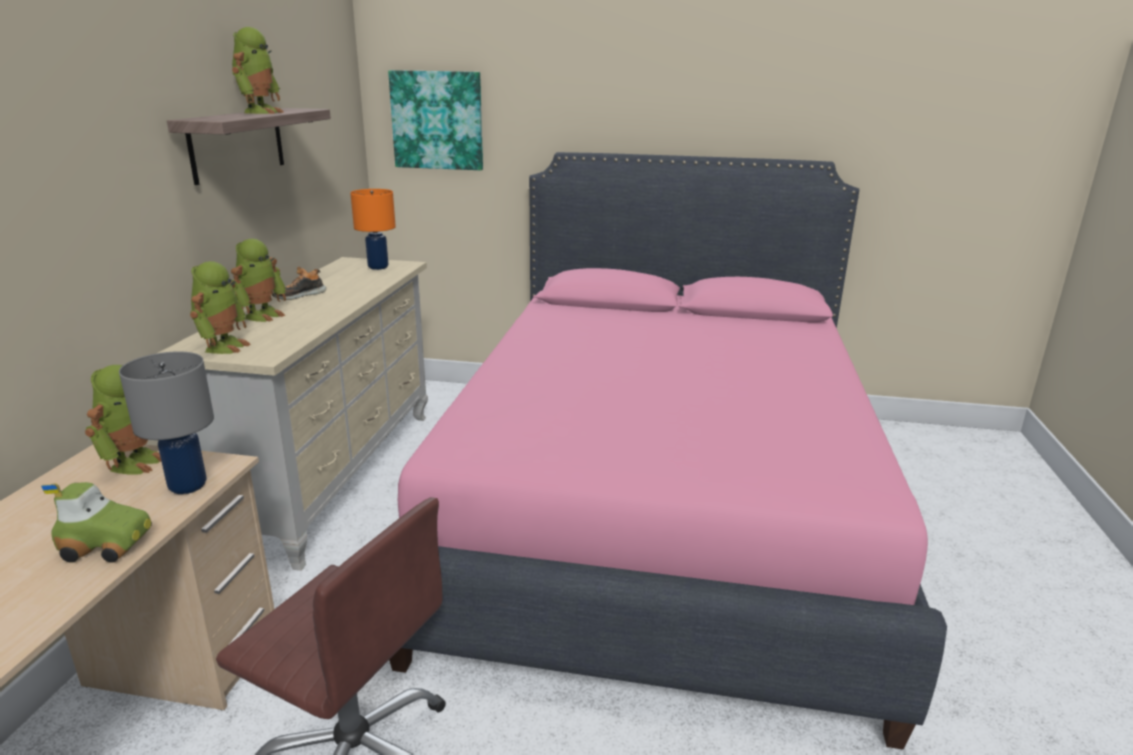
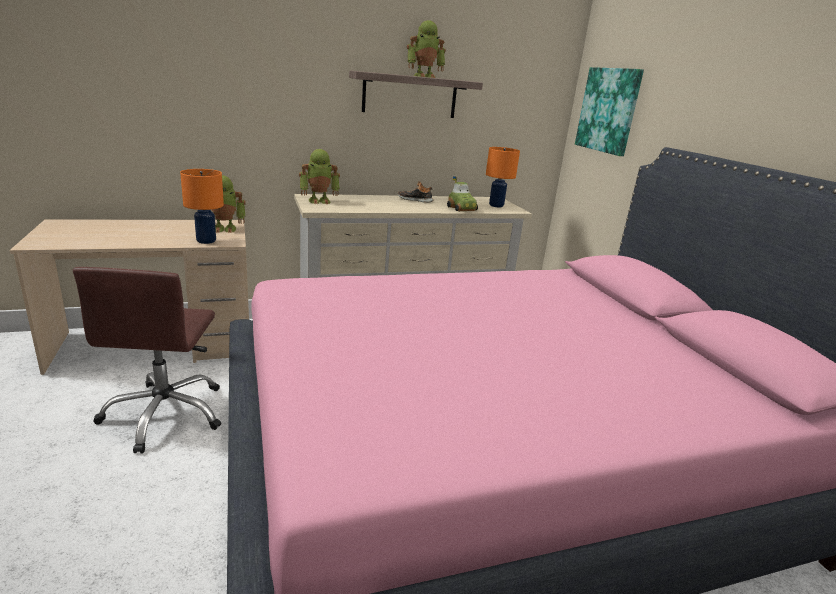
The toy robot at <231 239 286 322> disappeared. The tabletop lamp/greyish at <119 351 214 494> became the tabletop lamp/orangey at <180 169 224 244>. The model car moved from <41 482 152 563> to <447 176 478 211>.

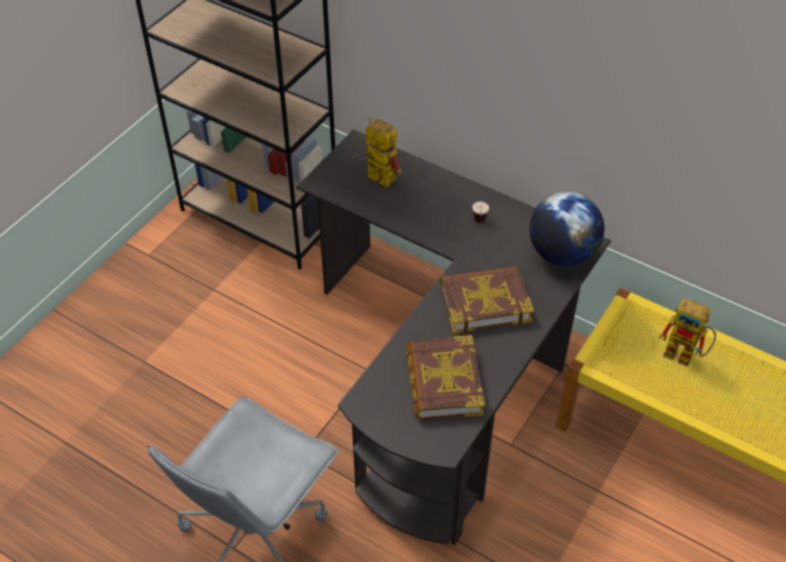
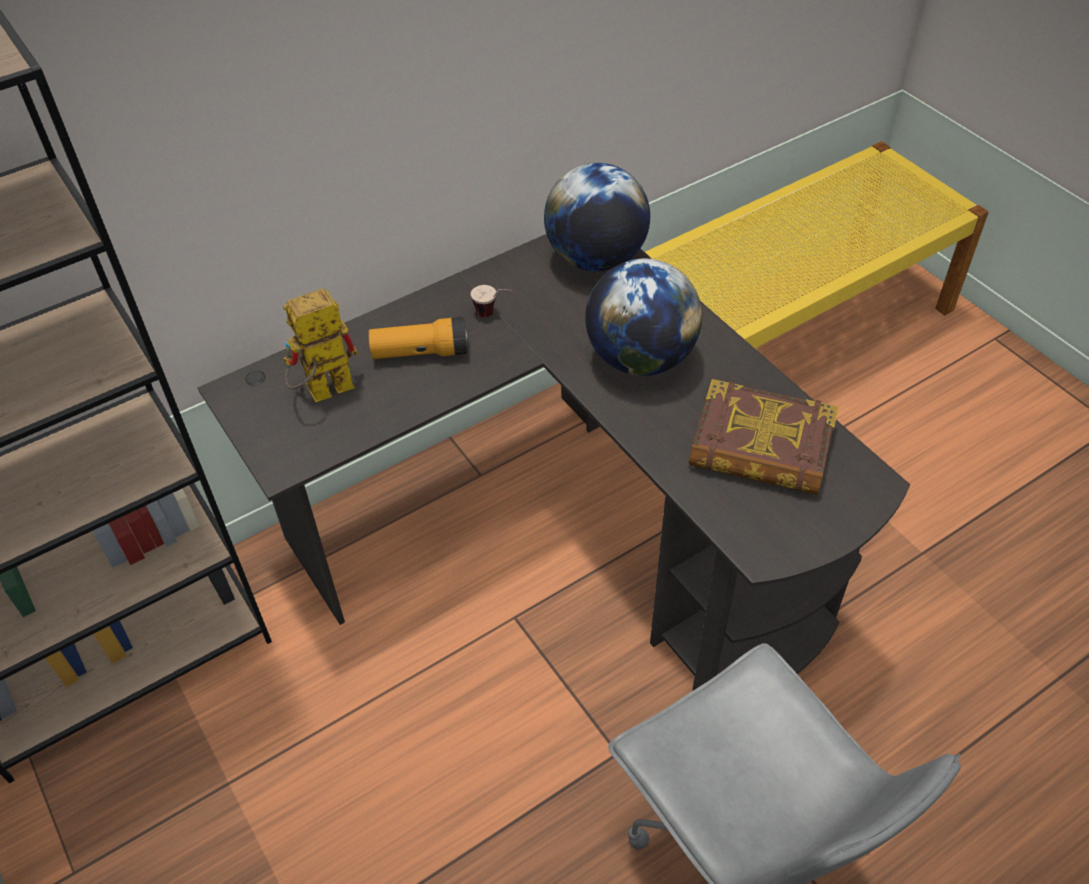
The volume at <440 266 534 334> was replaced by the globe at <585 259 702 376>. The toy robot at <659 298 716 367> disappeared. The flashlight at <369 317 468 359> appeared.

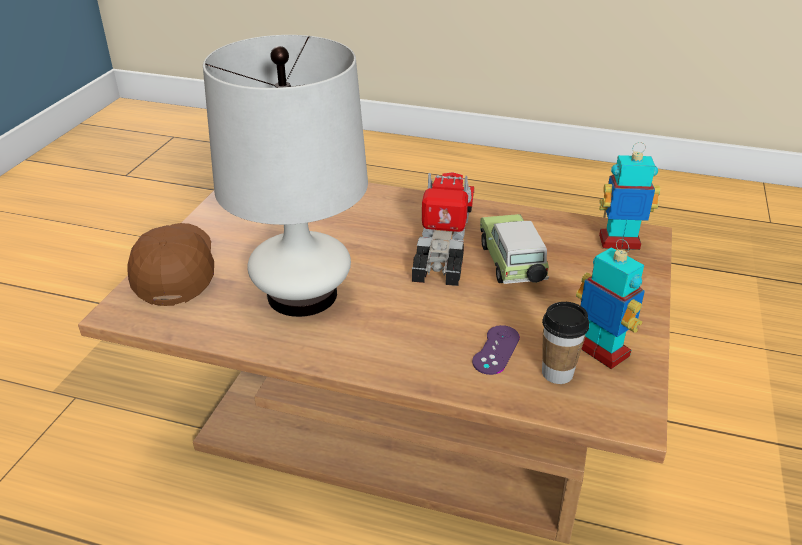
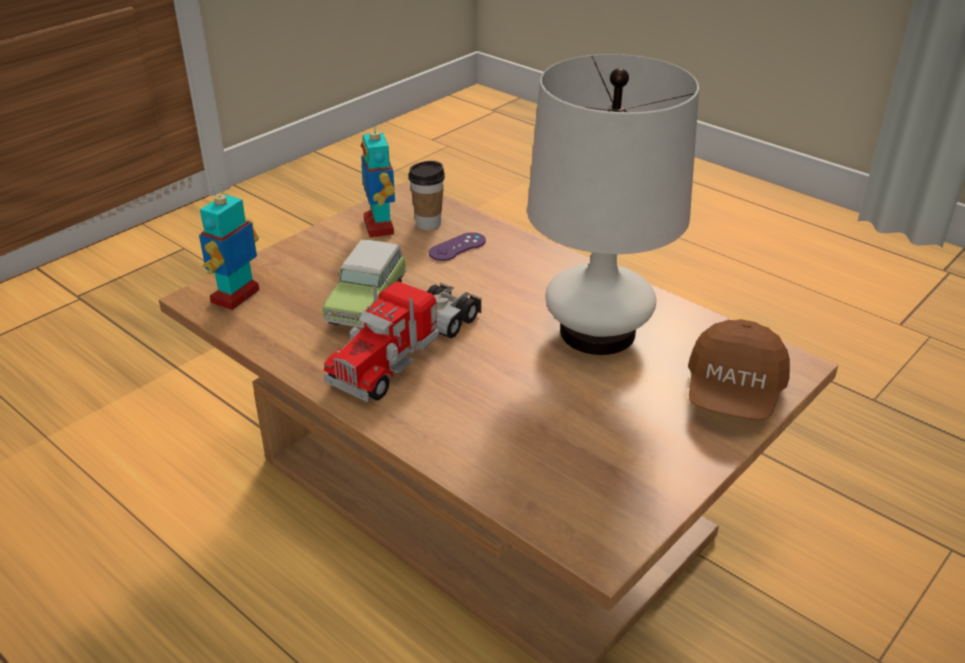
The toy robot at <599 142 660 250> turned 90 degrees clockwise.

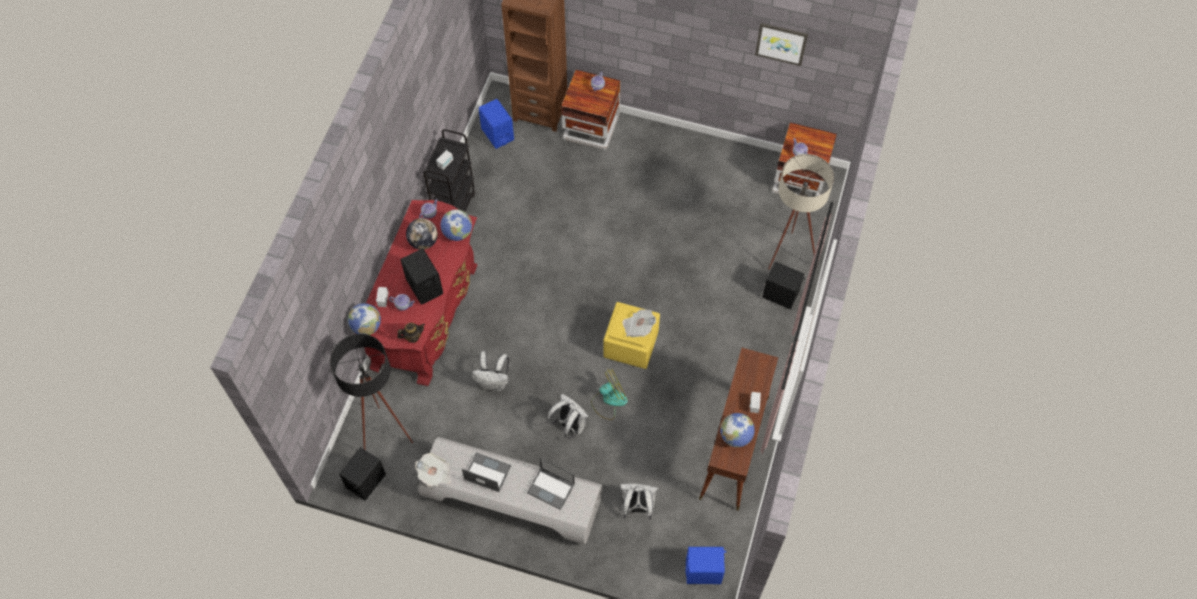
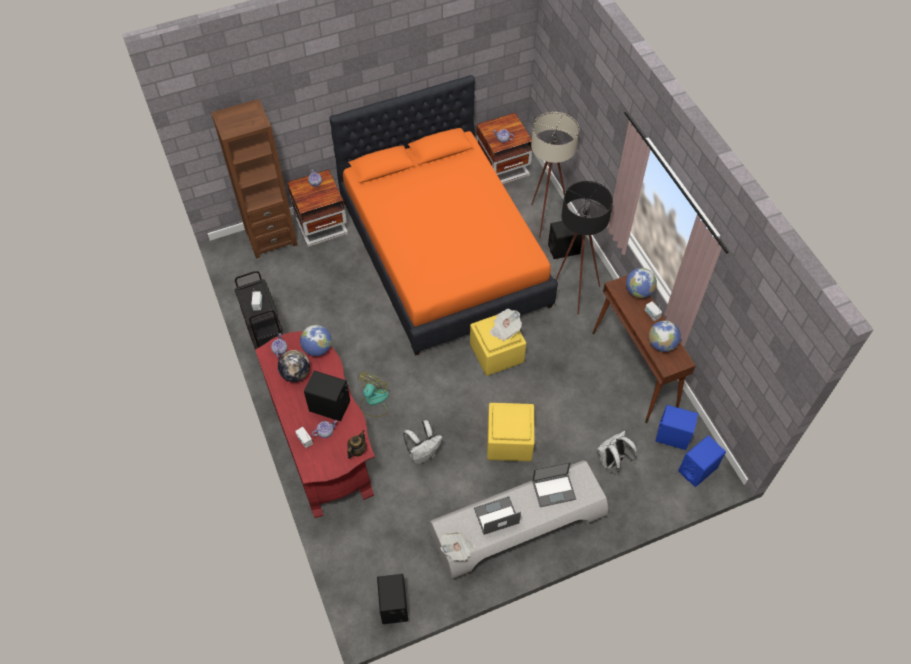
The wall picture at <755 23 808 66> disappeared. The audio speaker/bluish moved from <479 99 514 149> to <655 405 698 450>. The globe moved from <348 303 381 335> to <626 268 657 298>. The floor lamp/black-coloured moved from <330 334 413 450> to <556 181 613 315>. The fan moved from <591 369 628 420> to <358 372 389 417>. The knapsack/whitish at <547 394 590 439> was replaced by the ottoman/yellow-coloured at <487 403 534 461>. The sleeping bed/orangey at <330 75 558 356> appeared.

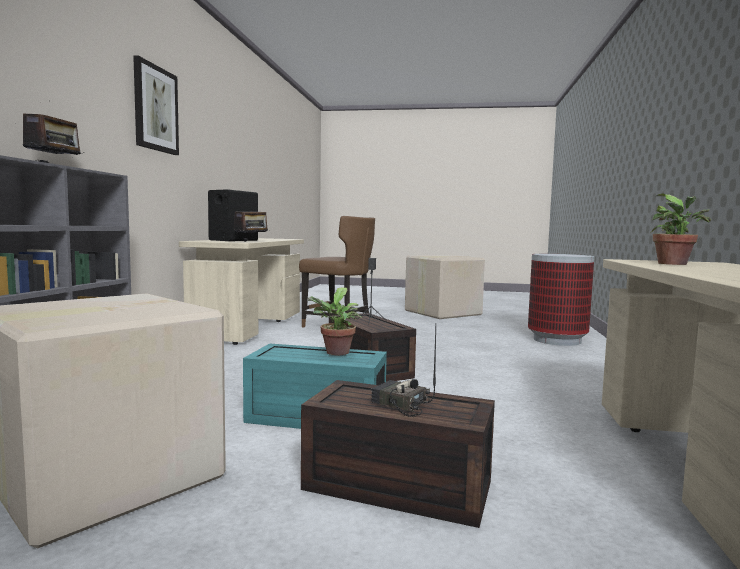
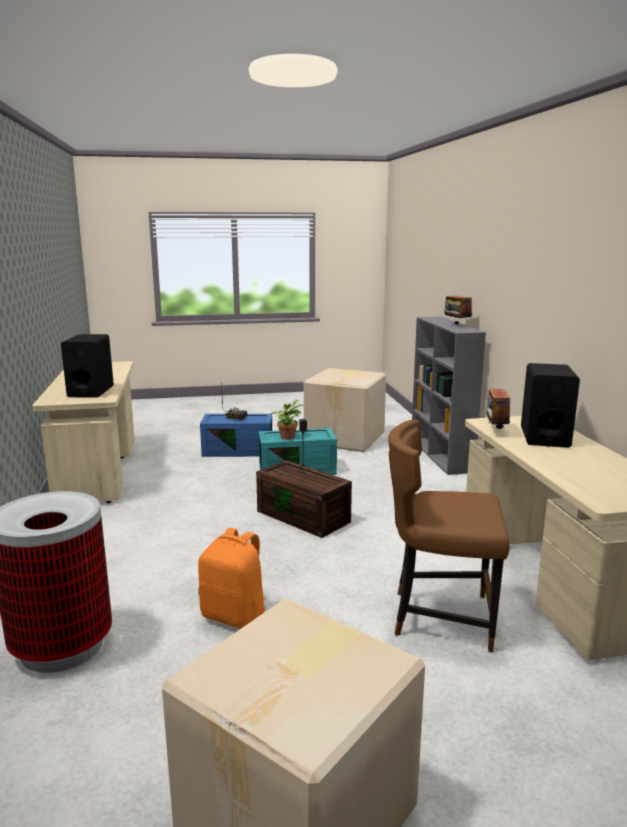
The wall picture at <133 55 179 155> disappeared. The potted plant at <650 194 711 265> was replaced by the audio speaker/black-coloured at <61 334 114 398>. The storage container/brownish at <301 380 495 528> became the storage container/bluish at <200 414 272 457>. The knapsack/orangey at <198 528 266 629> appeared.

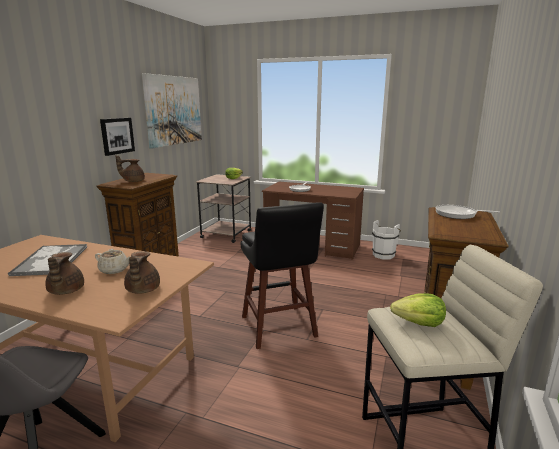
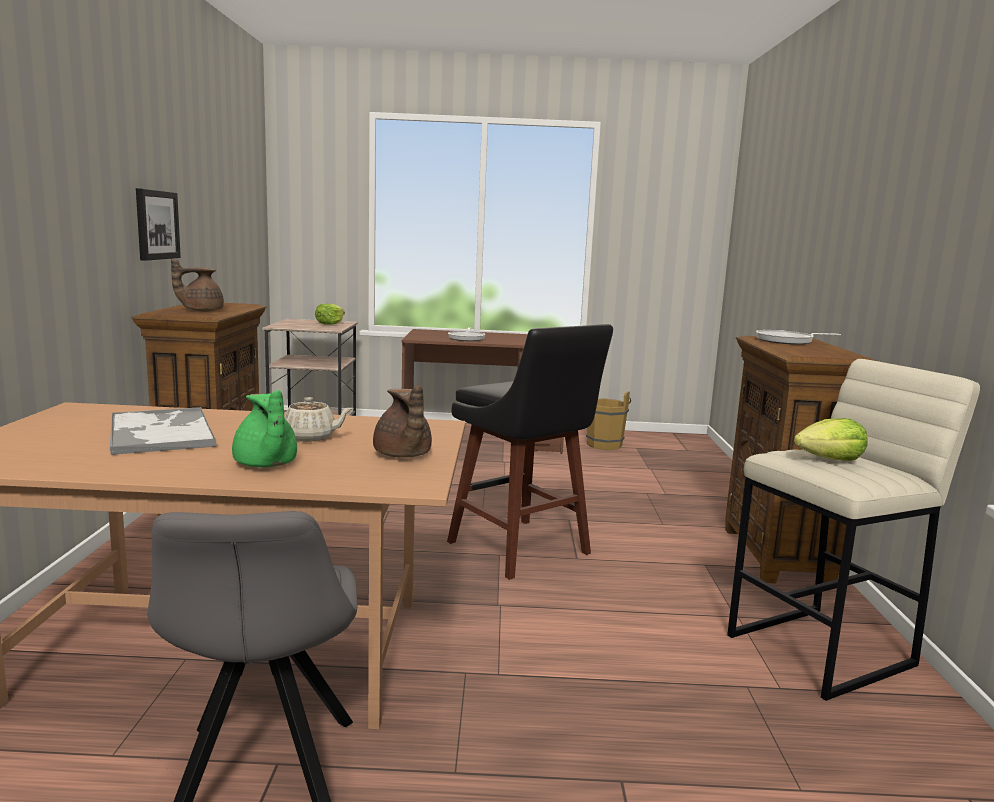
The wall picture at <142 73 202 148> disappeared. The water bucket/whitish at <372 220 401 260> became the water bucket/brownish at <586 391 631 450>. The pot for tea/brownish at <45 252 84 295> became the pot for tea/green at <232 390 297 467>.

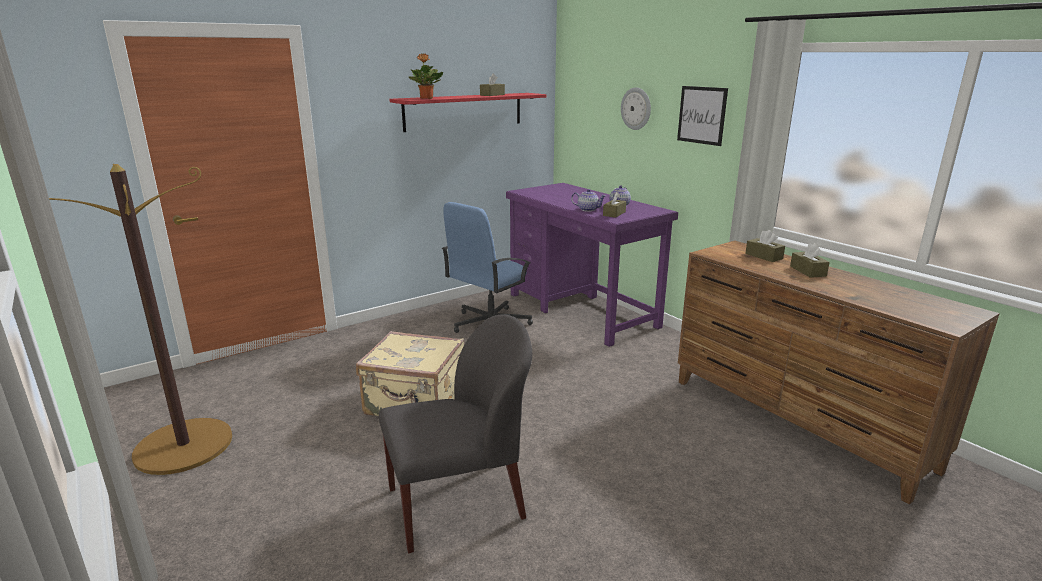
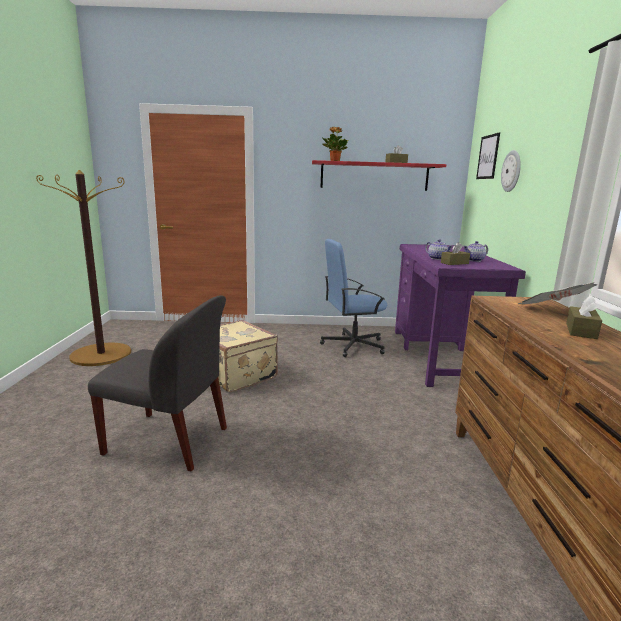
The wall picture moved from <677 86 728 146> to <476 132 500 179>. The tissue box/brownish at <745 230 785 262> was replaced by the daily paper at <518 282 597 304>.

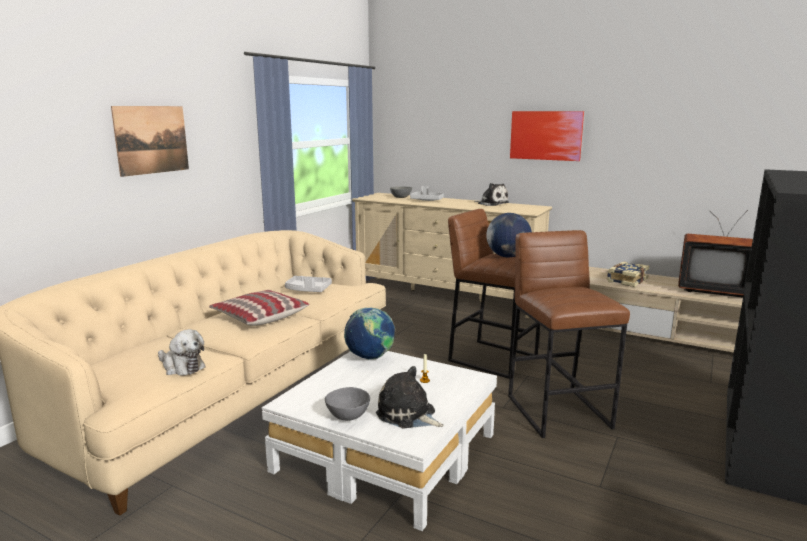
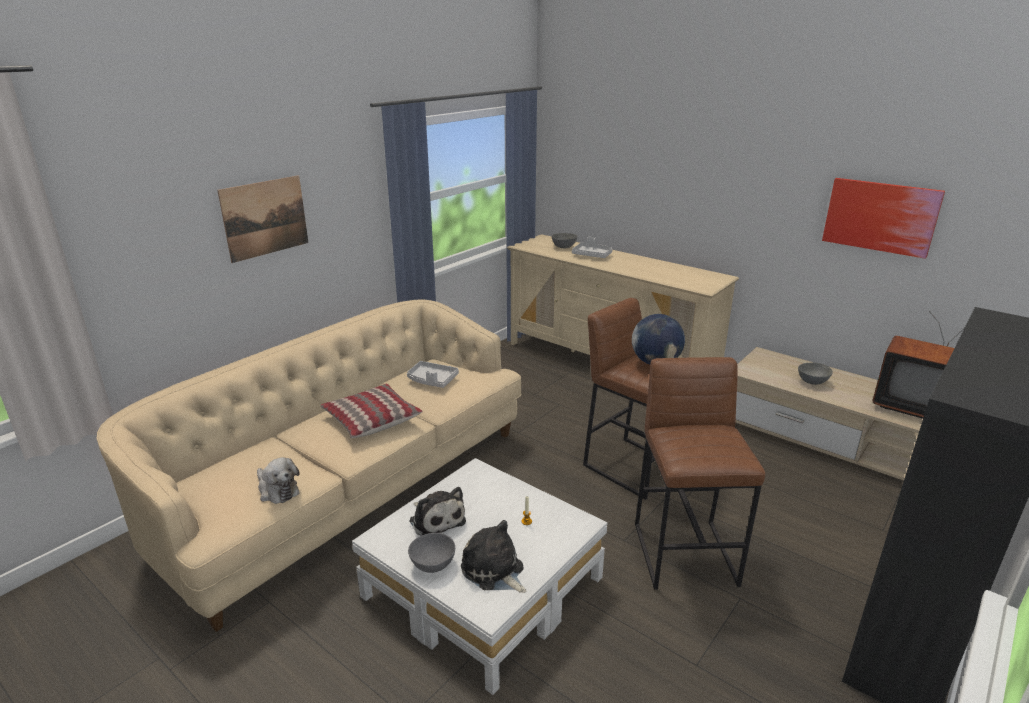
The wall picture moved from <510 111 584 161> to <822 178 945 259>. The plush toy moved from <475 183 509 206> to <409 487 466 536>. The volume at <607 262 649 287> was replaced by the bowl/greyish at <798 363 833 385>. The globe at <344 307 395 360> disappeared.

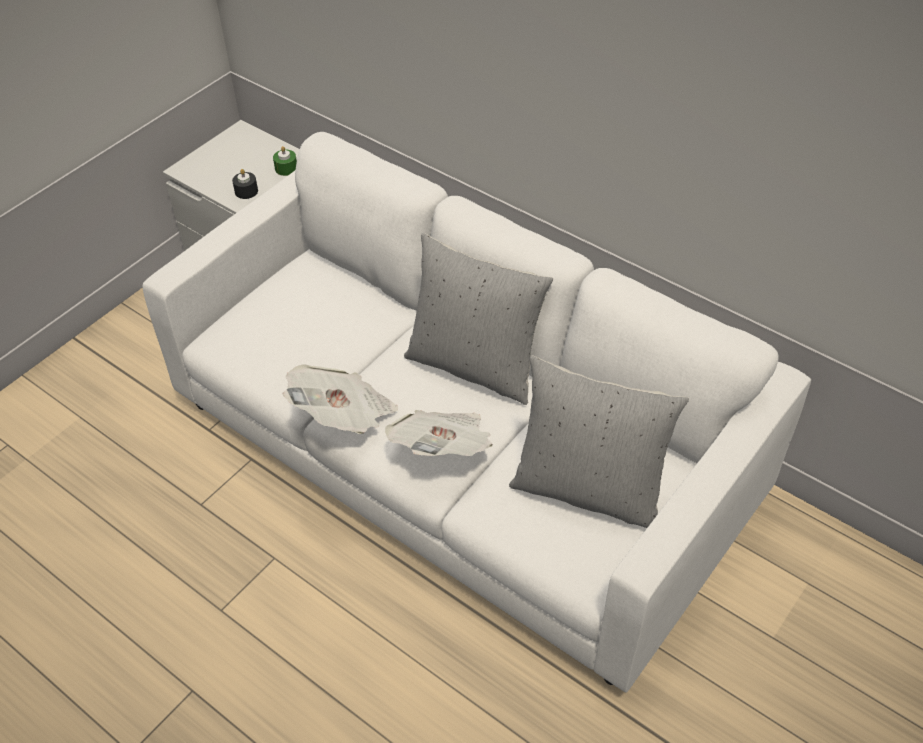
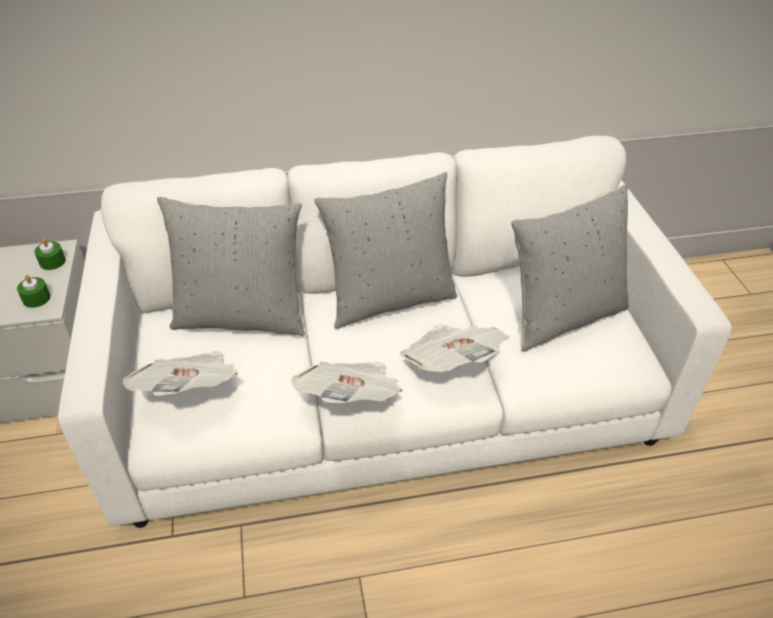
The wax candle/black-coloured at <232 169 258 199> became the wax candle/green at <17 275 51 308>. The cushion/greyish at <157 197 305 336> appeared. The daily paper at <122 351 238 396> appeared.

